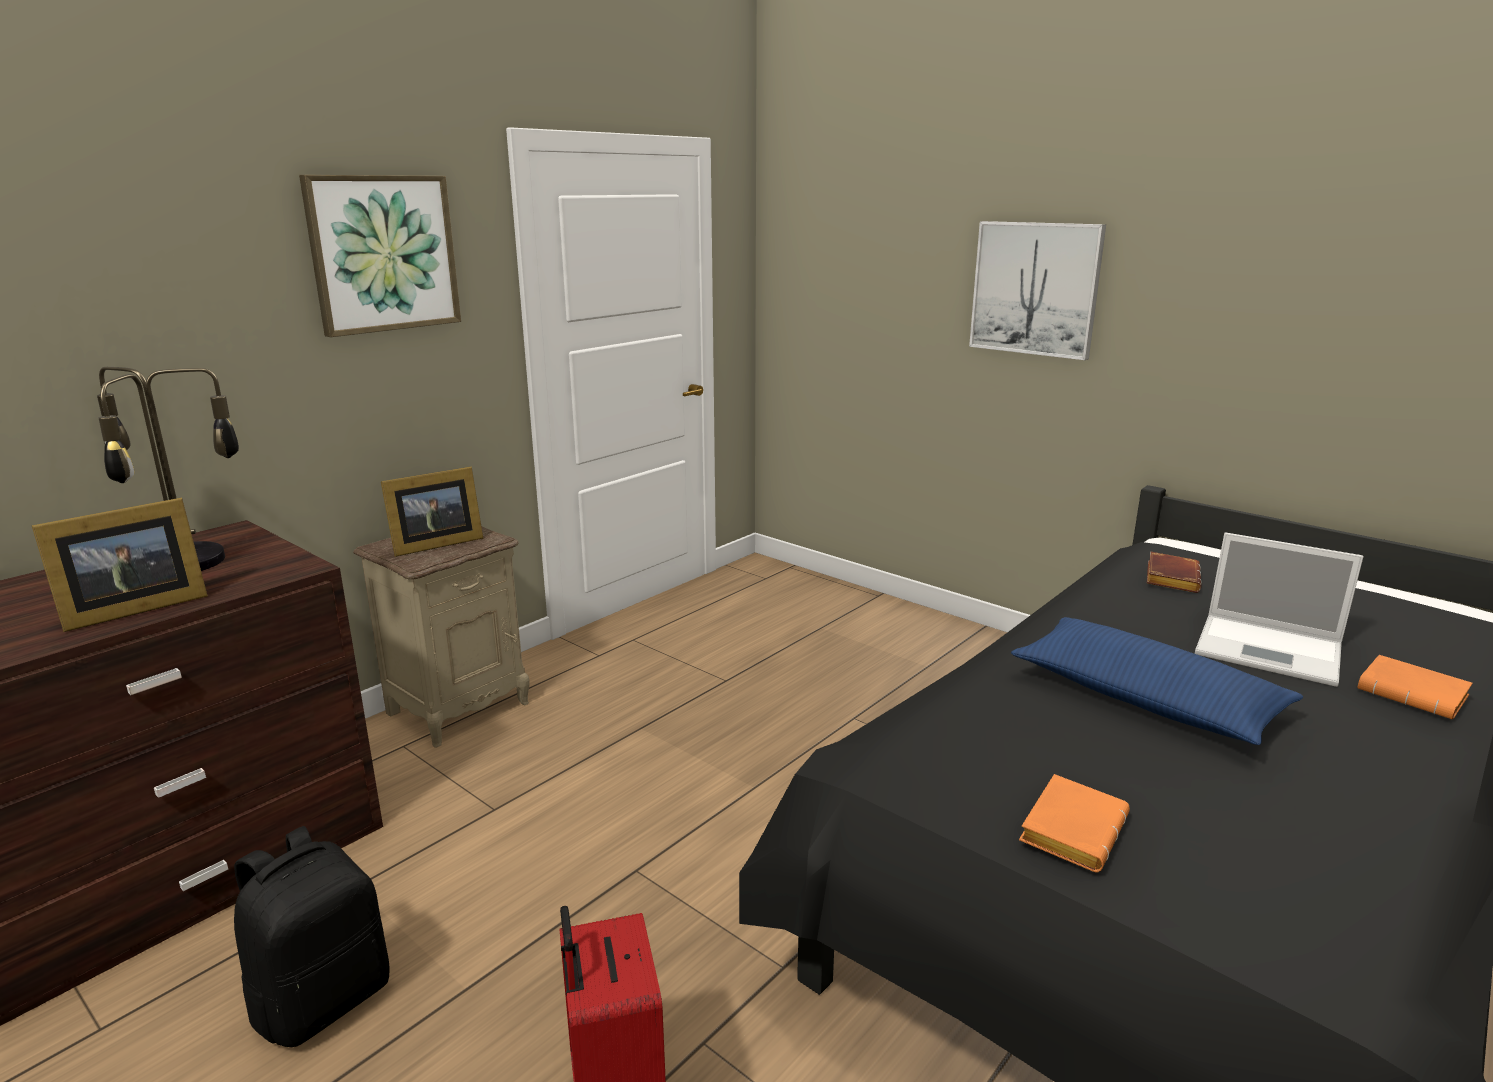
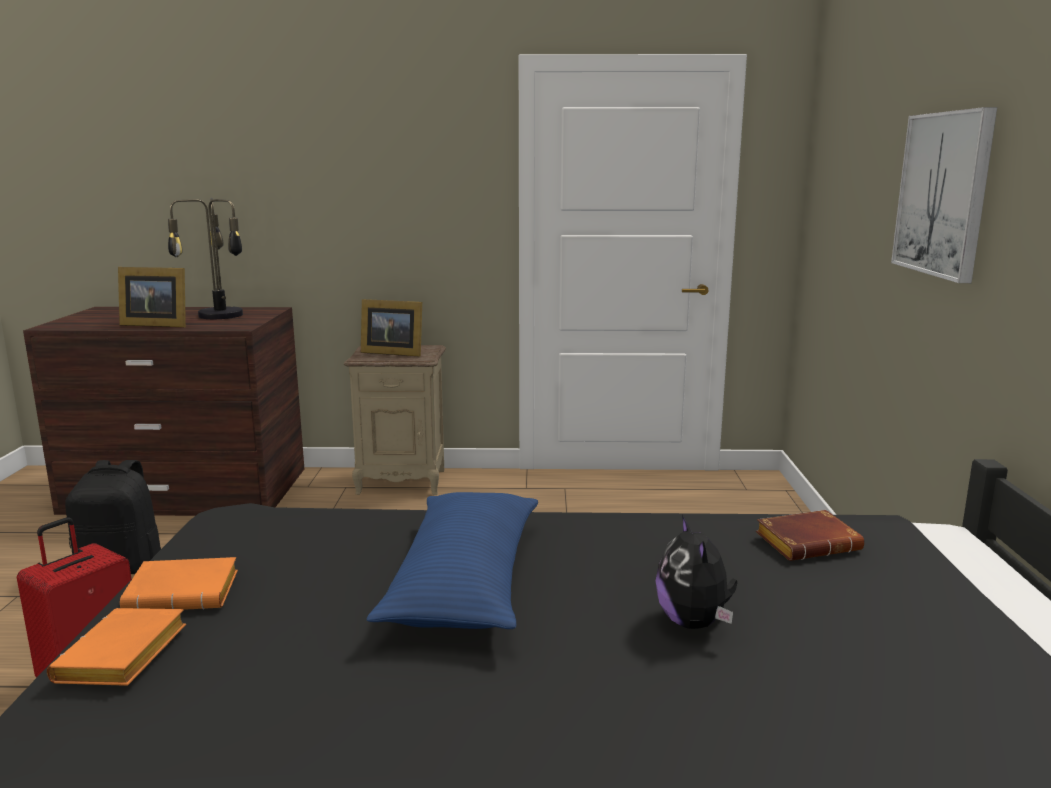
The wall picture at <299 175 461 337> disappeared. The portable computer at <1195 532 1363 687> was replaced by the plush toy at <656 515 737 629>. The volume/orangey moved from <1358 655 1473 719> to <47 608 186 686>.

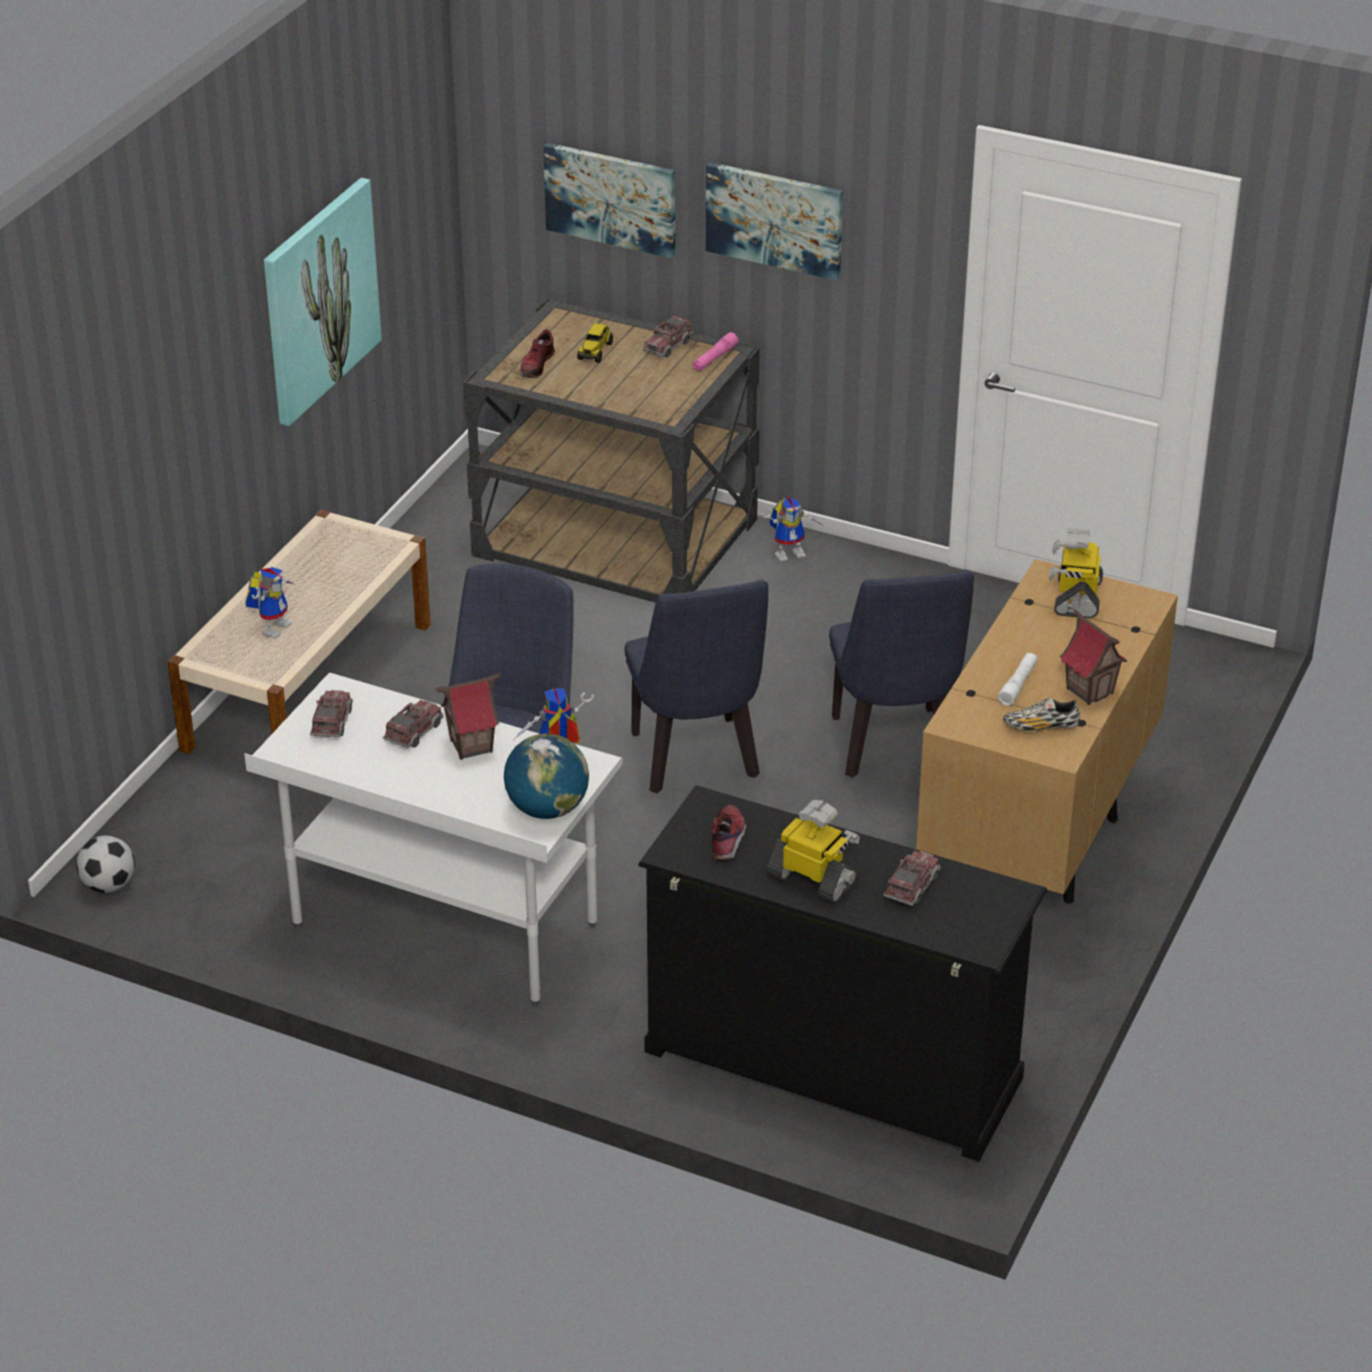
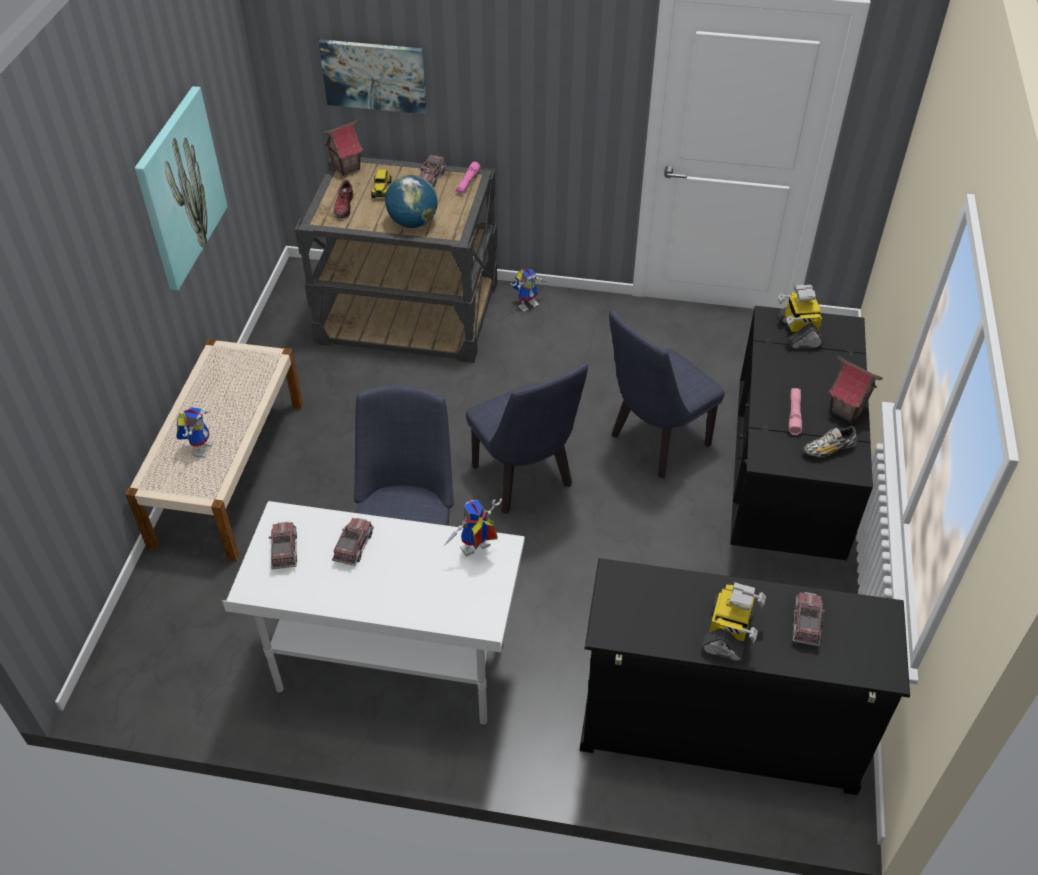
The wall picture at <706 162 843 281> disappeared. The drawer chest/sand-coloured at <916 559 1178 904> became the drawer chest/black-coloured at <730 306 873 560>. The plain chair/bluish at <829 571 974 778> turned 75 degrees clockwise. The flashlight/whitish at <998 653 1038 706> became the flashlight/pink at <789 388 802 435>. The model house moved from <436 673 500 760> to <323 119 363 176>. The globe moved from <504 734 589 819> to <385 175 438 228>. The toy robot at <767 800 860 903> turned 90 degrees clockwise. The shoe at <712 804 746 860> disappeared. The ball for football at <76 835 135 893> disappeared.

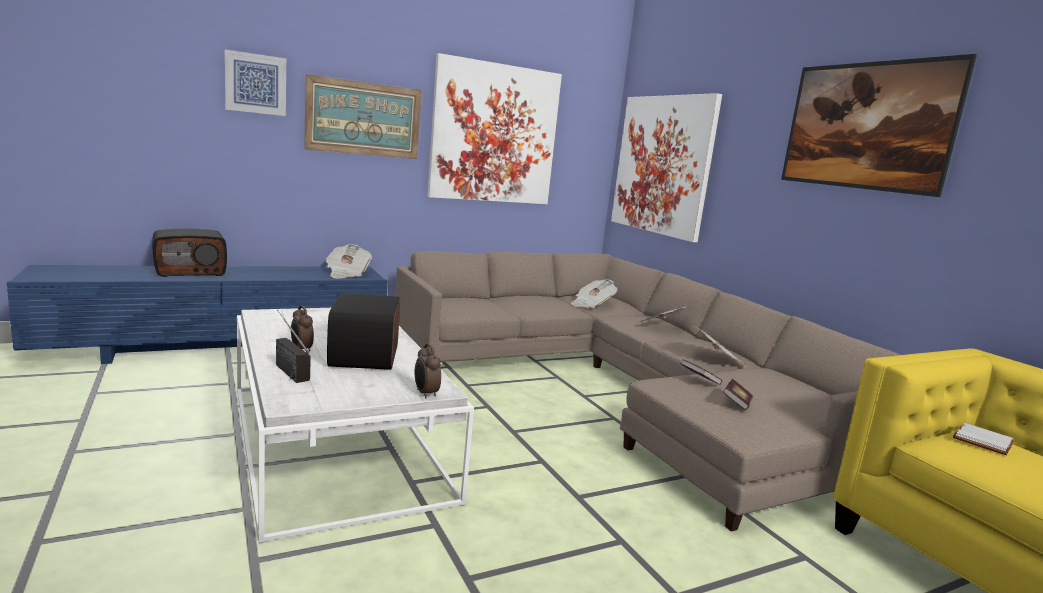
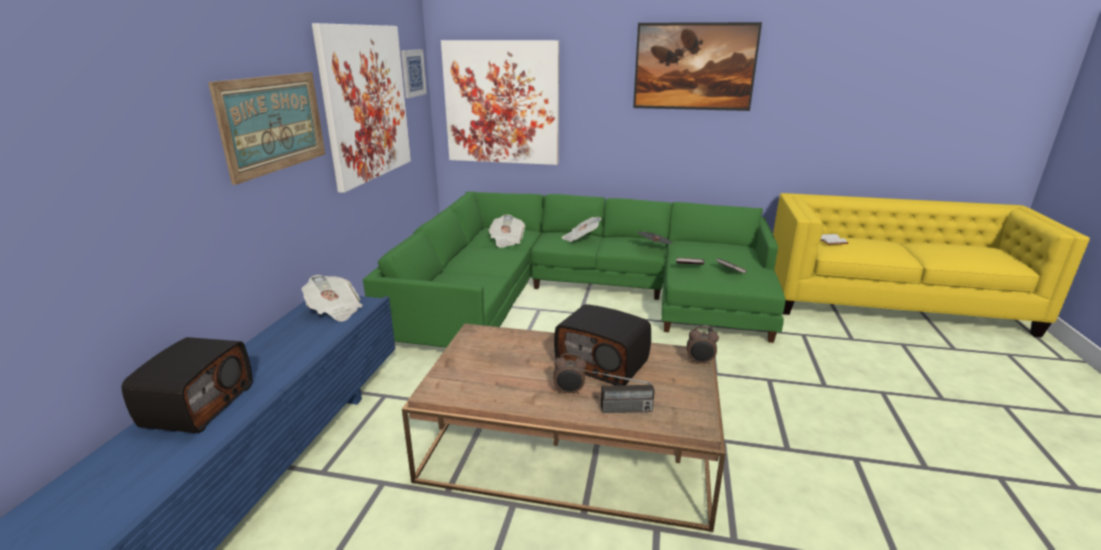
The wall picture moved from <225 49 286 116> to <401 49 427 98>. The couch/sand-coloured at <395 251 900 532> became the couch/green at <363 191 785 347>. The lounge table/whitish at <237 308 474 544> became the lounge table/brownish at <402 324 726 533>.

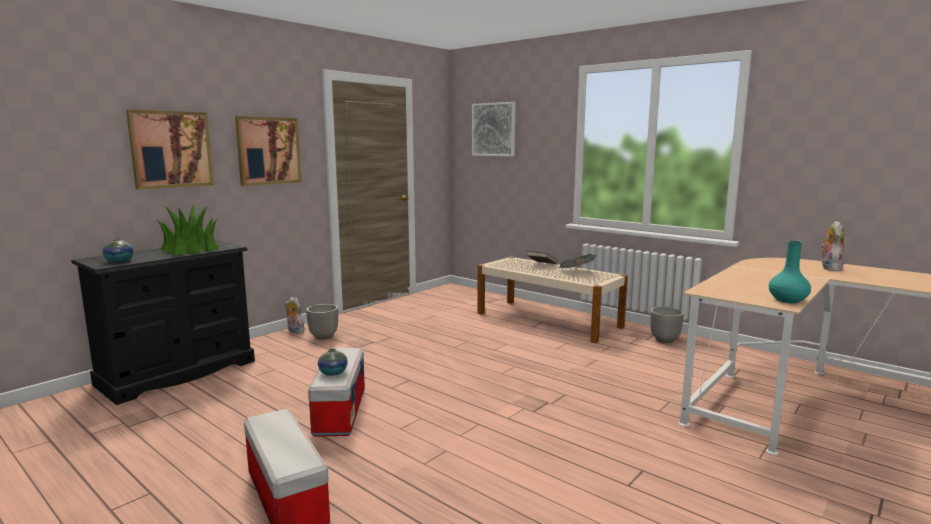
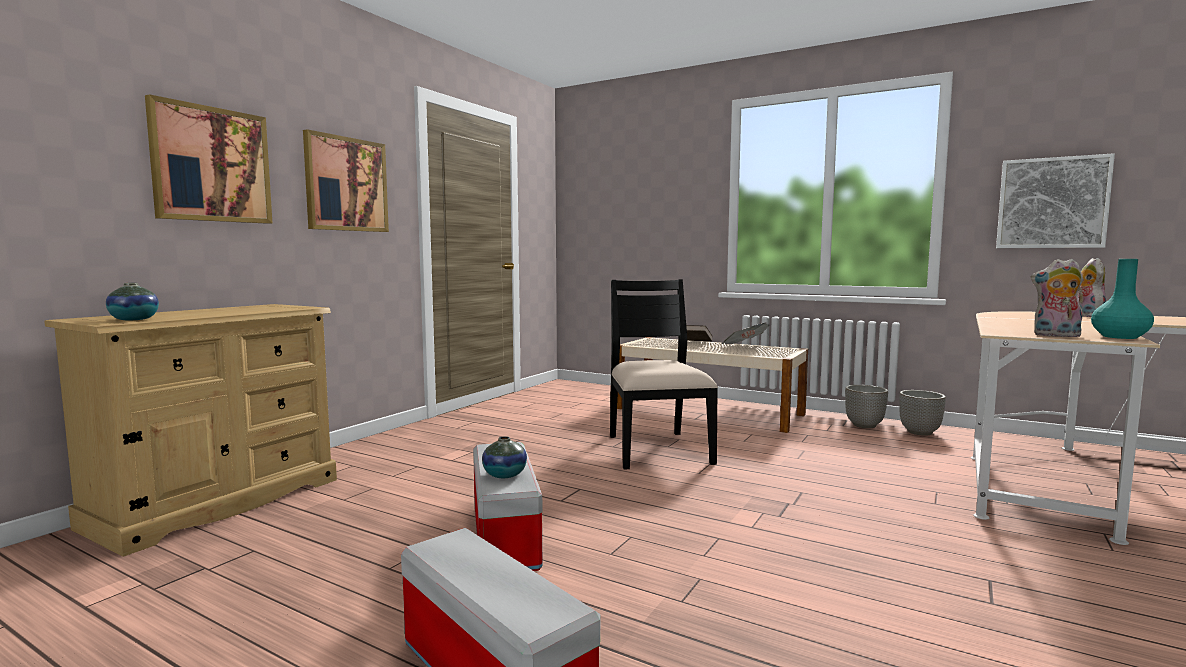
The wall picture moved from <472 102 516 157> to <996 153 1115 248>. The potted plant at <157 203 219 255> disappeared. The drawer chest/black-coloured at <71 240 255 405> became the drawer chest/sand-coloured at <45 304 337 557>. The plush toy moved from <285 297 305 334> to <1031 259 1083 337>. The flower pot moved from <306 304 338 339> to <899 390 946 436>. The plain chair/black-coloured at <610 279 718 470> appeared.

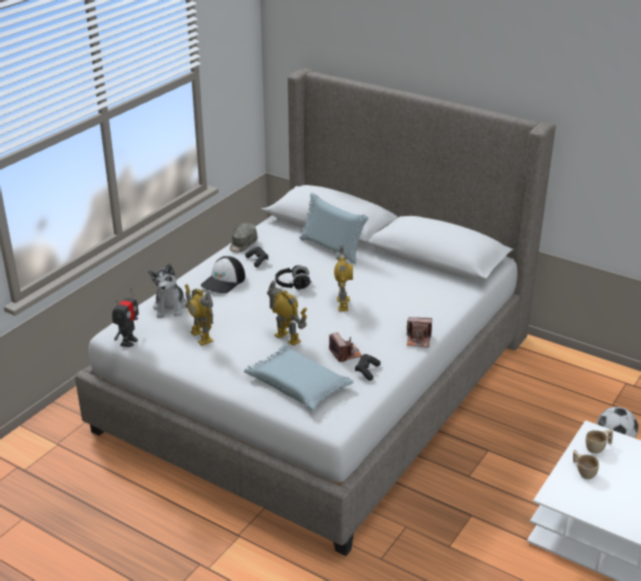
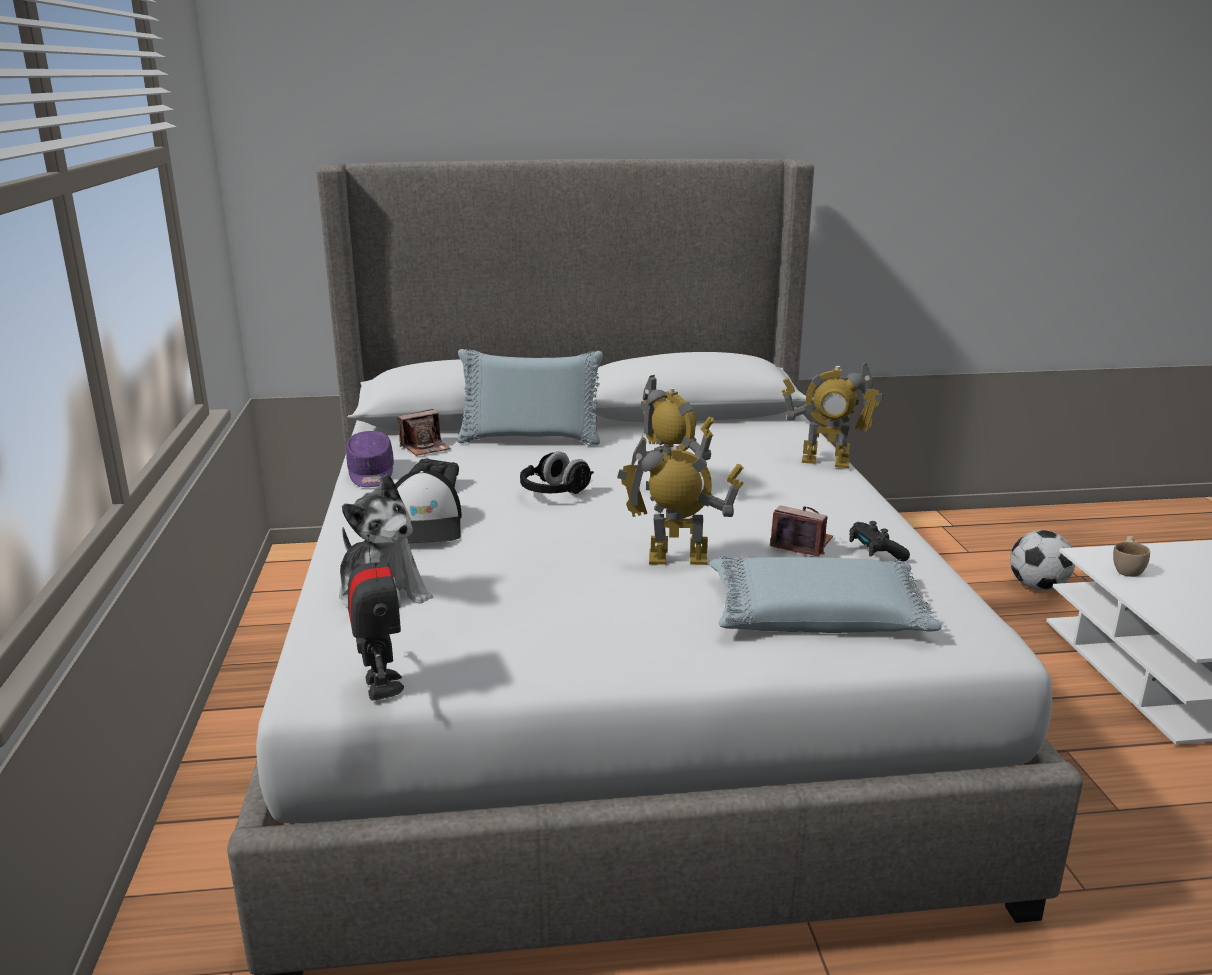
The cap/greyish at <230 223 258 253> became the cap/purple-coloured at <346 431 394 487>. The toy robot moved from <185 284 213 346> to <782 362 883 468>. The photo camera moved from <406 317 432 348> to <397 409 450 456>. The cup/sand-coloured at <573 450 599 479> disappeared.

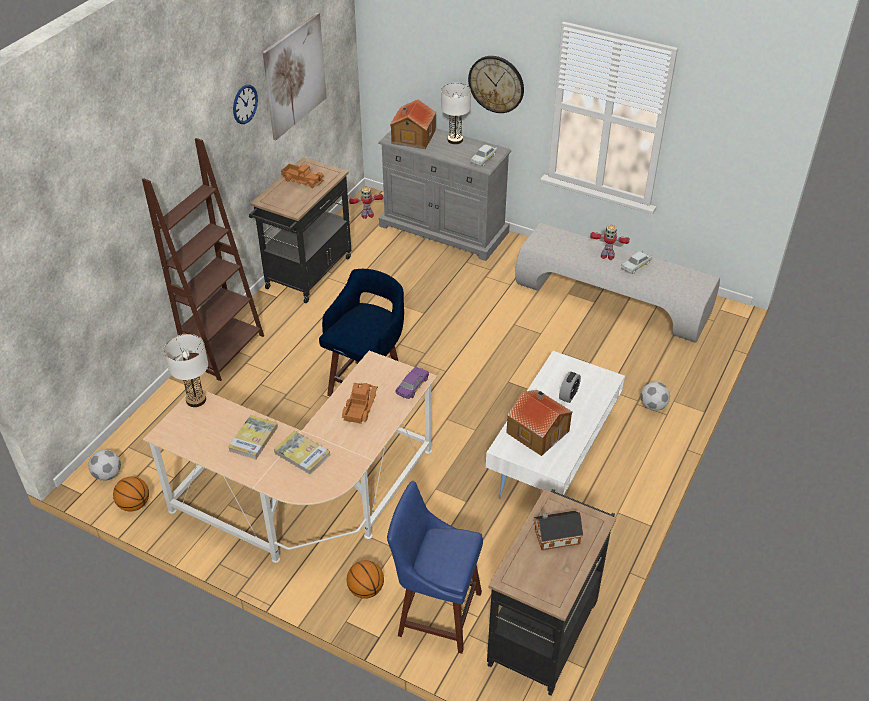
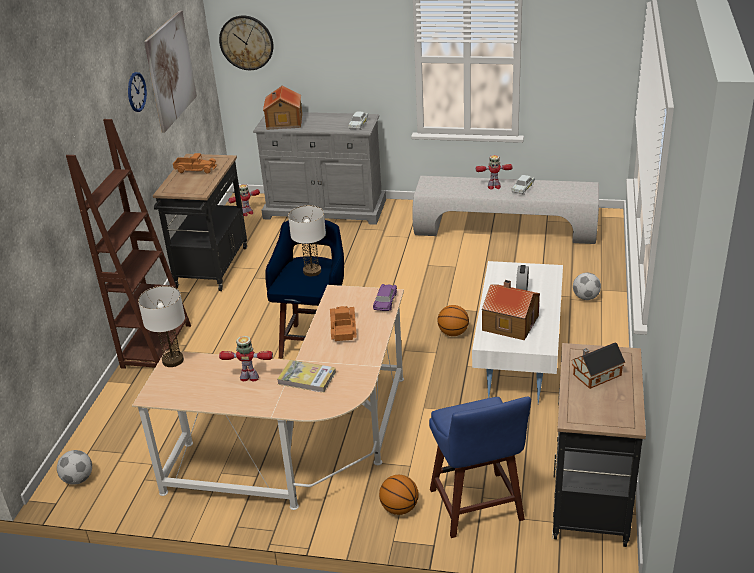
The wall clock moved from <468 56 524 113> to <219 15 273 70>. The tabletop lamp moved from <441 83 471 144> to <288 205 326 276>. The volume at <228 415 278 460> was replaced by the toy robot at <219 336 273 381>. The ball for basketball moved from <113 476 149 512> to <438 305 469 336>. The plain chair/bluish at <387 481 483 654> turned 105 degrees counterclockwise.

